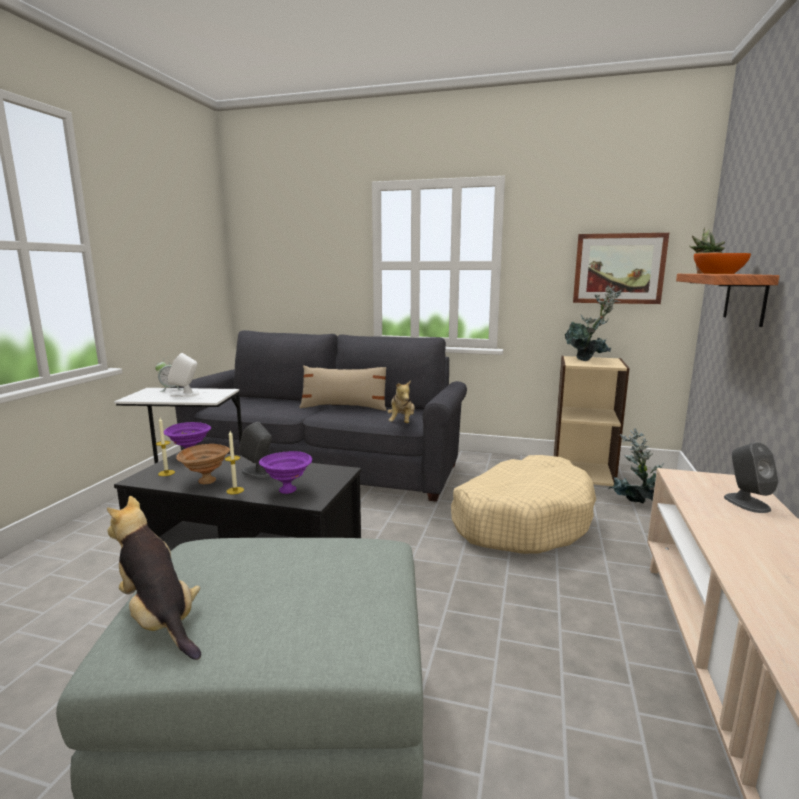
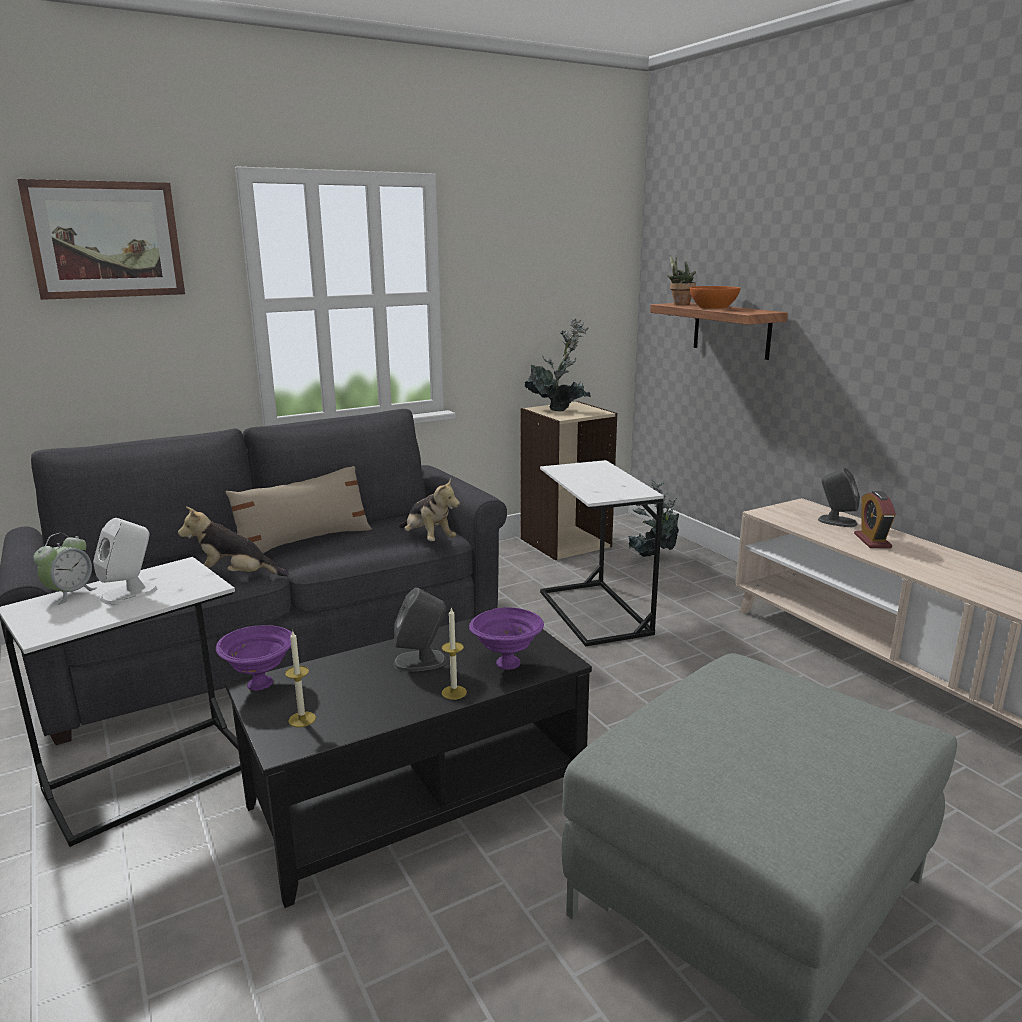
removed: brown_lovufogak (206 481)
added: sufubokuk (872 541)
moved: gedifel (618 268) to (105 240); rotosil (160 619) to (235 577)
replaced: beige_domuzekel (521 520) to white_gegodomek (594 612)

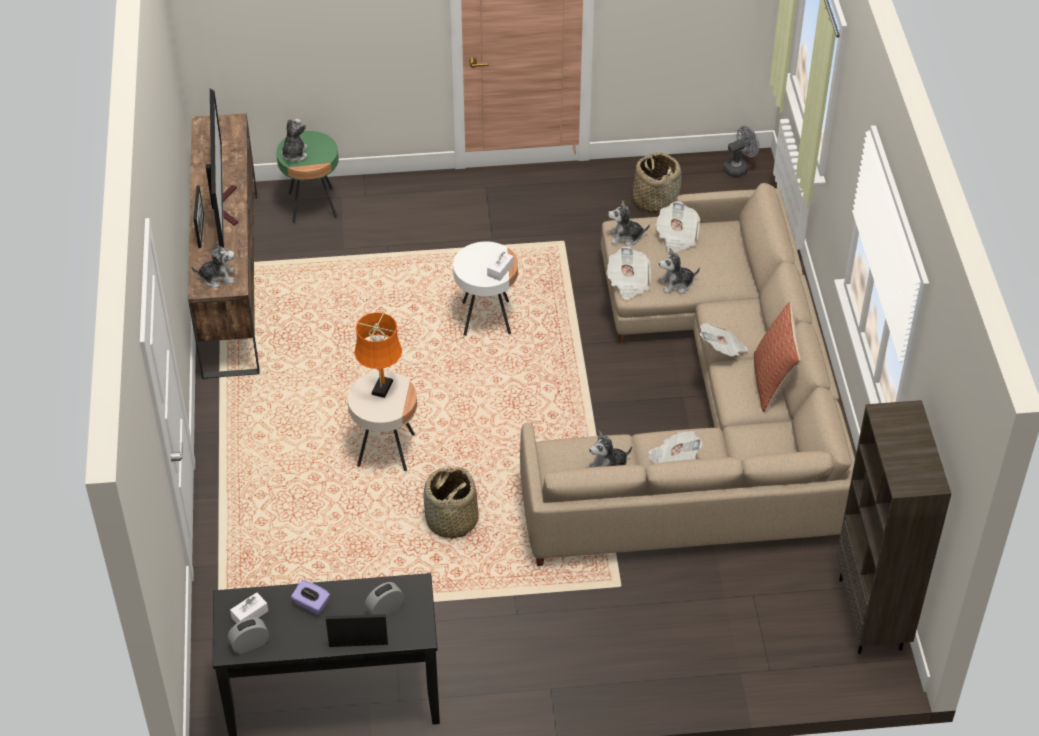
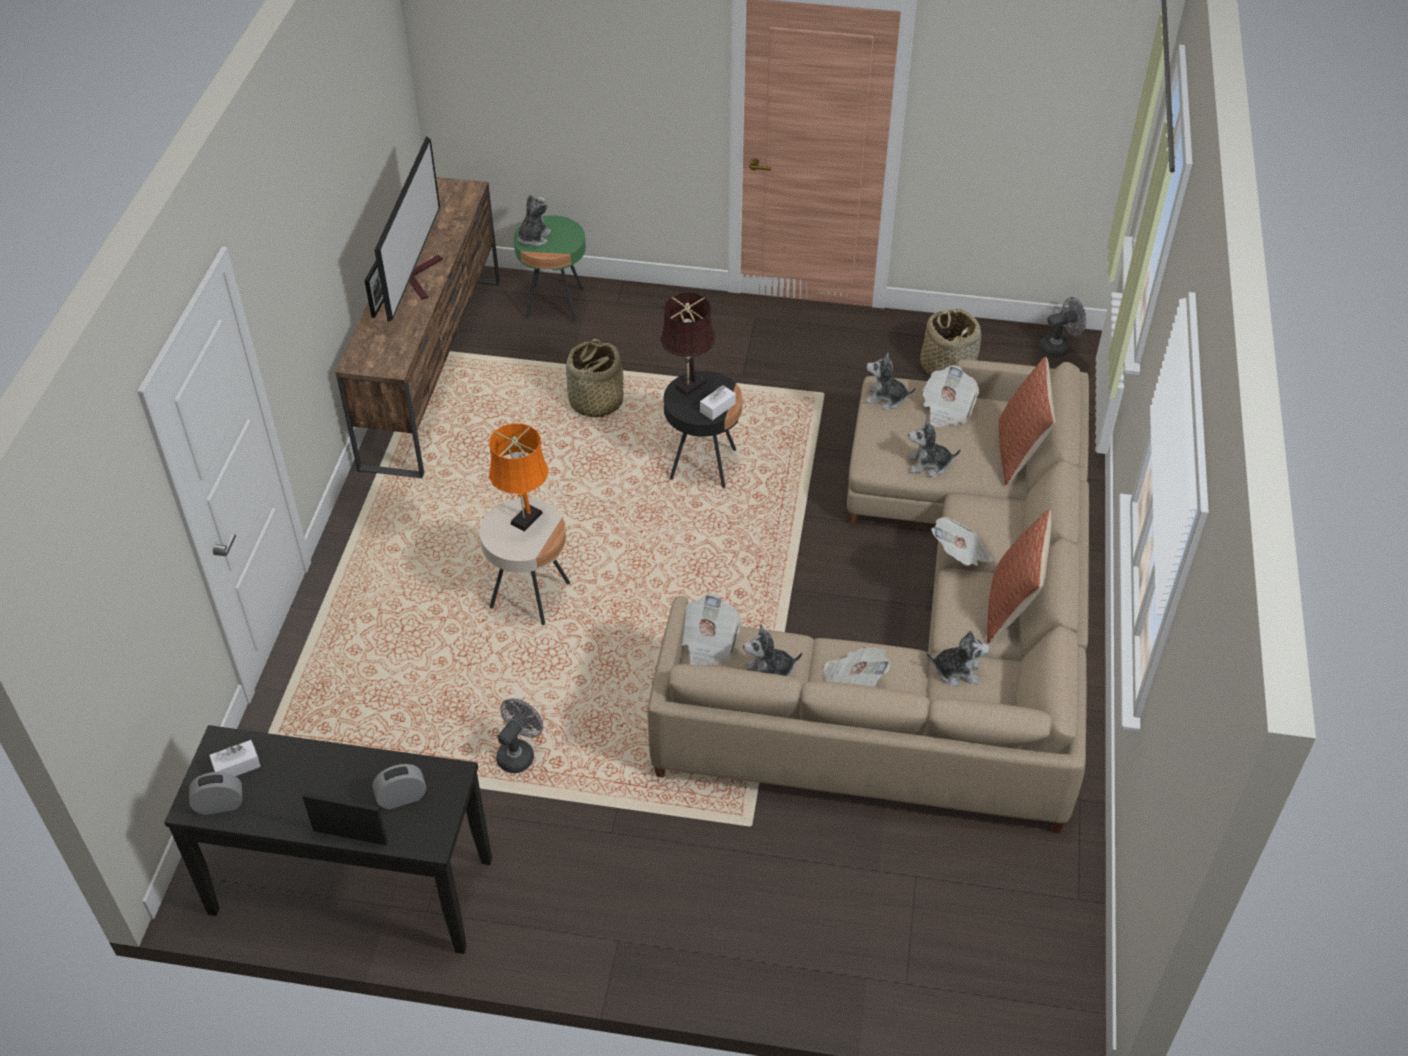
removed: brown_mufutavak (871 614); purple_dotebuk (311 604)
added: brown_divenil (688 387); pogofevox (1019 452); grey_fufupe (519 753)
moved: rotosil (217 277) to (956 671); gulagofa (628 282) to (708 643); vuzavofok (451 521) to (595 402)
recoloured: white_gegodomek (486 318) to black_gegodomek (703 464)

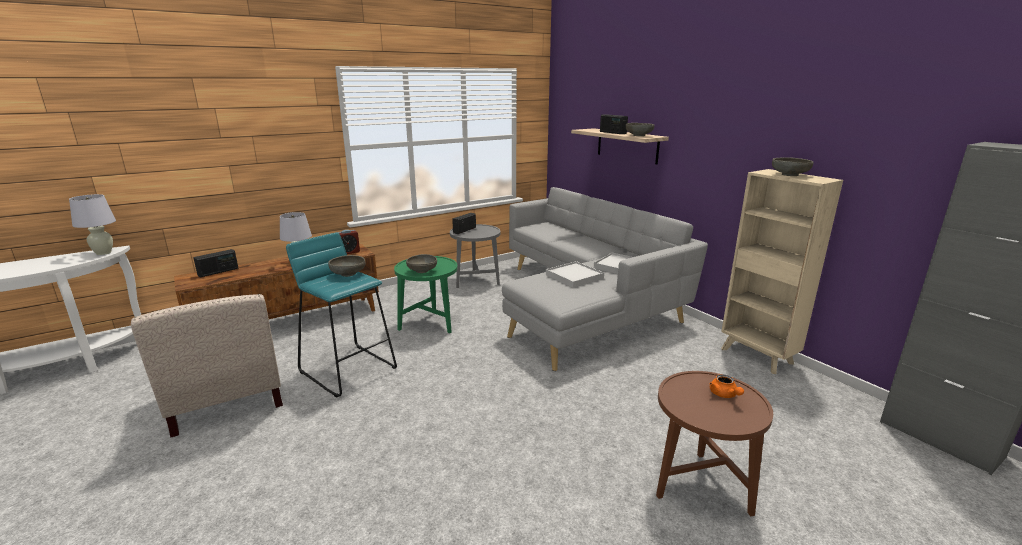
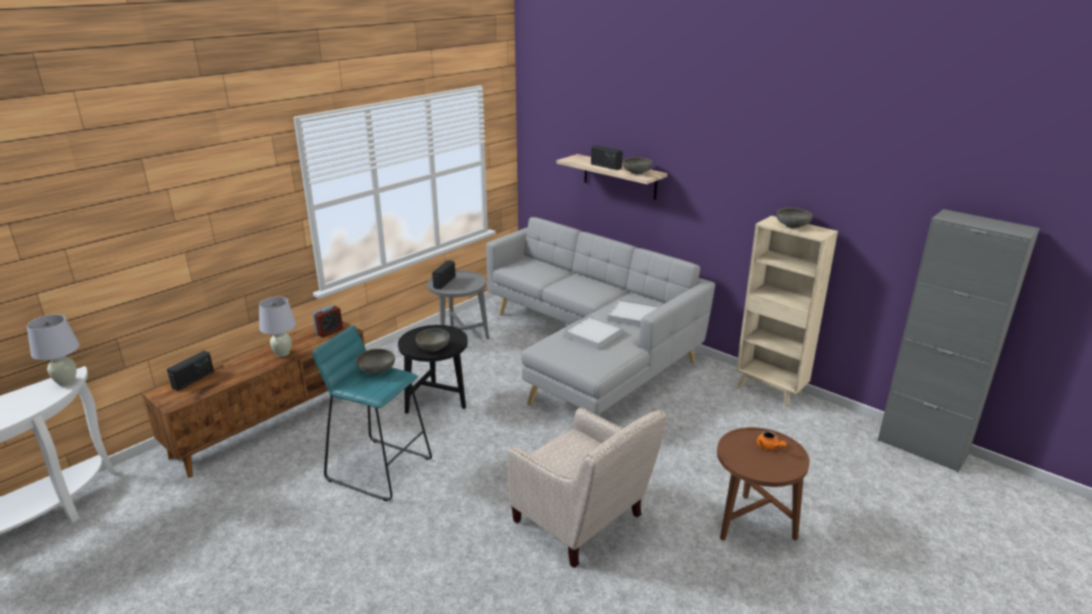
moved: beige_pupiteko (226 404) to (582 524)
recoloured: green_gegodomek (429 325) to black_gegodomek (437 402)

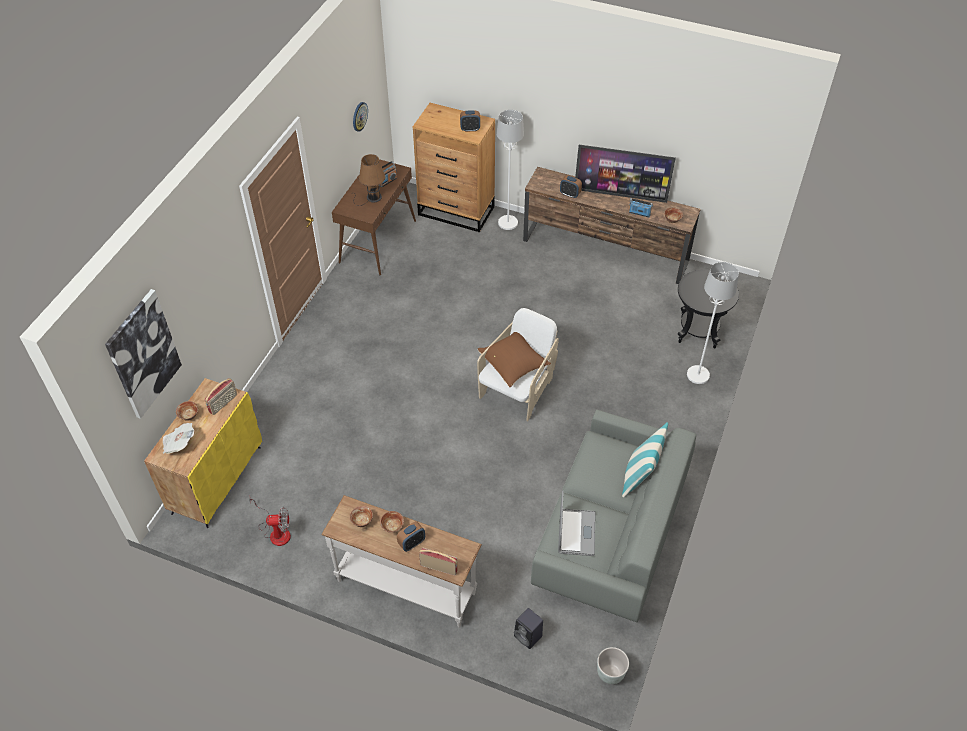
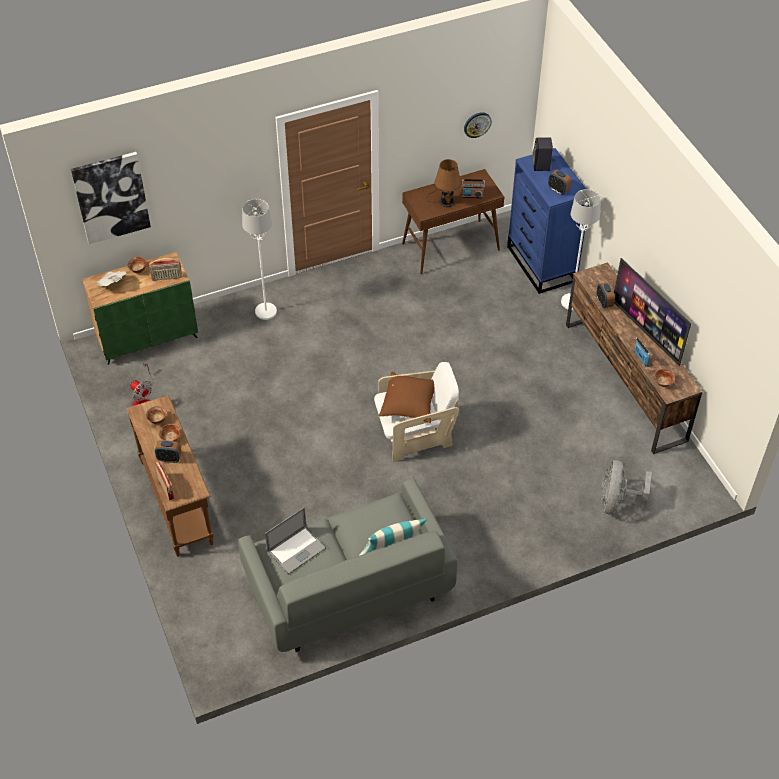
removed: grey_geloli (611 673)
moved: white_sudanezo (698 375) to (266 311); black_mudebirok (529 636) to (541 166)
replaced: black_gegodomek (698 332) to grey_fufupe (617 502)
recoloured: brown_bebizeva (456 211) to blue_bebizeva (541 264); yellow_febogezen (217 479) to green_febogezen (148 337); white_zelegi (406 586) to brown_zelegi (178 502)

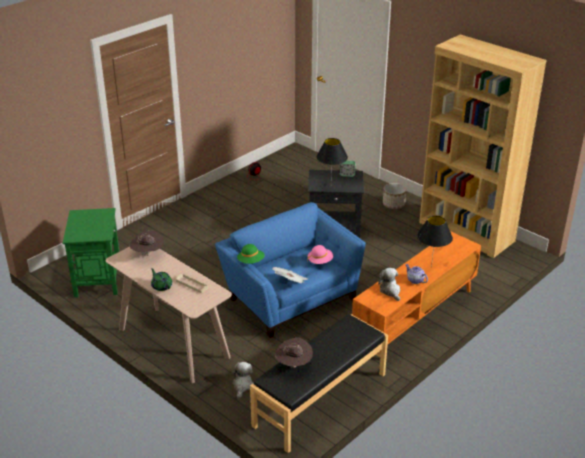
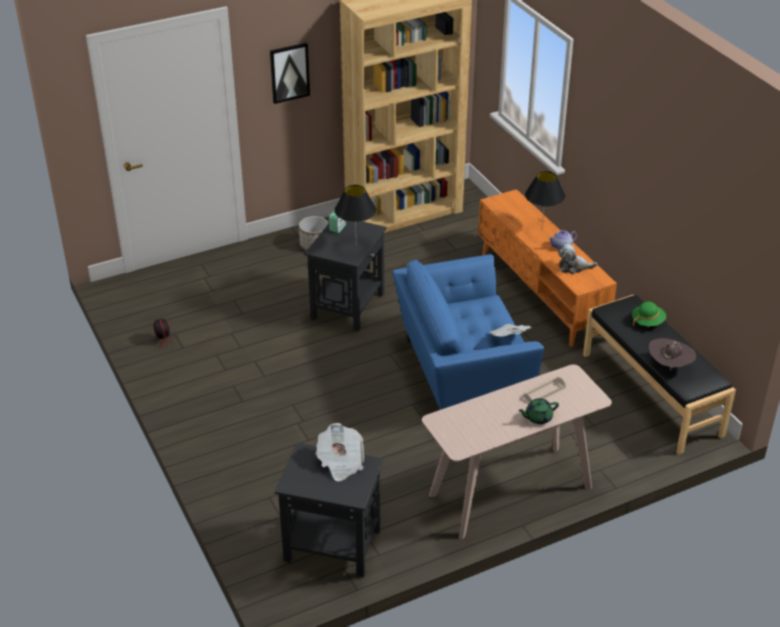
removed: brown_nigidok (148 254); pink_nigidok (320 261); rotosil (242 385)
added: gedifel (289 72); gulagofa (340 462)
moved: green_nigidok (251 261) to (647 322)
recoloured: green_gegodomek (98 279) to black_gegodomek (331 545)

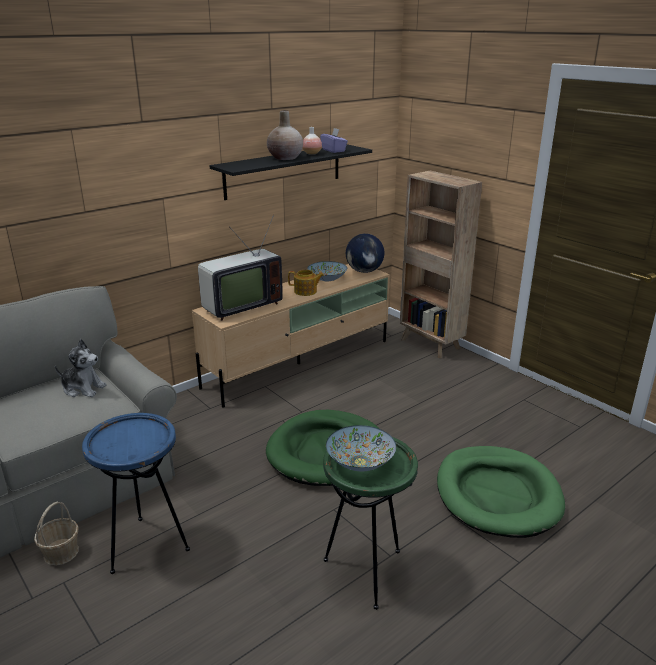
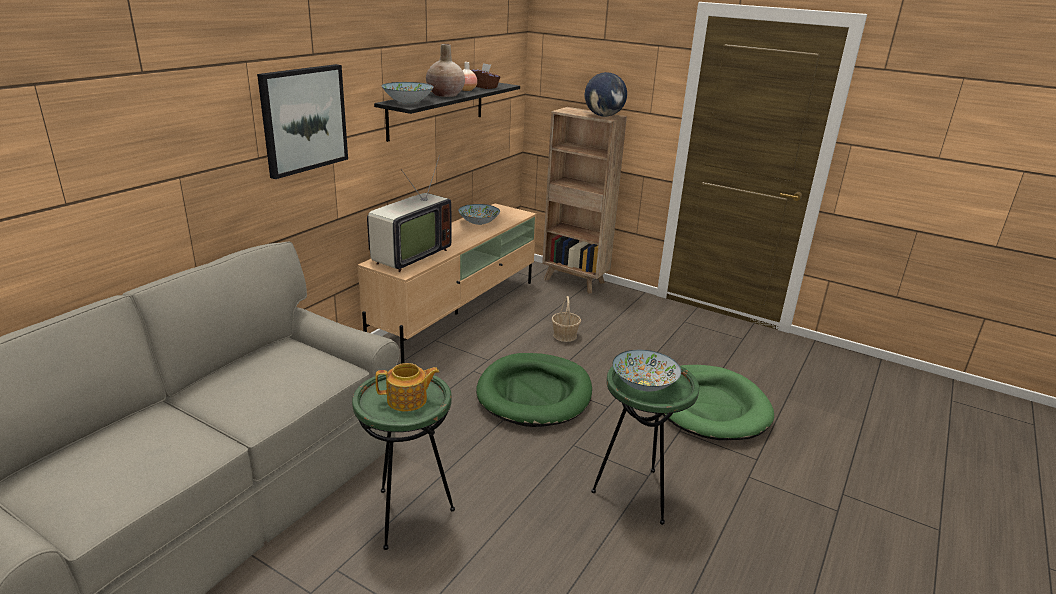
removed: rotosil (83 388)
added: gedifel (303 119); lovufogak (407 102)
moved: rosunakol (364 271) to (604 116); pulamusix (306 291) to (408 400); vuzavofok (61 552) to (565 335)
recoloured: purple_dotebuk (334 150) to brown_dotebuk (484 87); blue_gegodomek (147 546) to green_gegodomek (407 515)

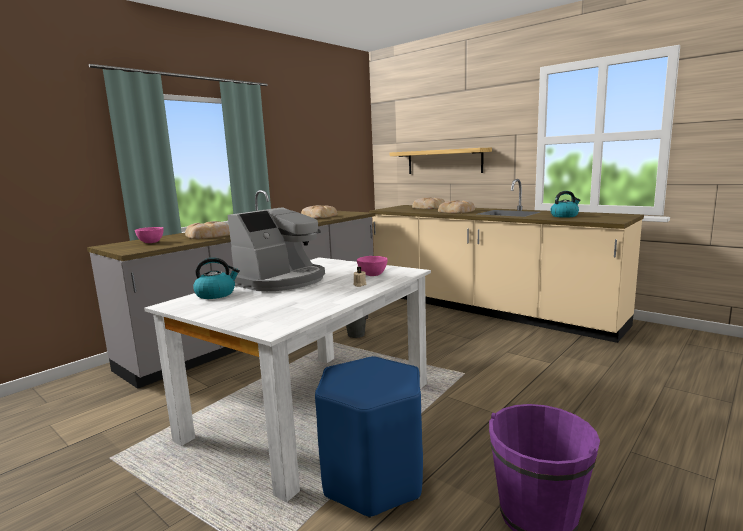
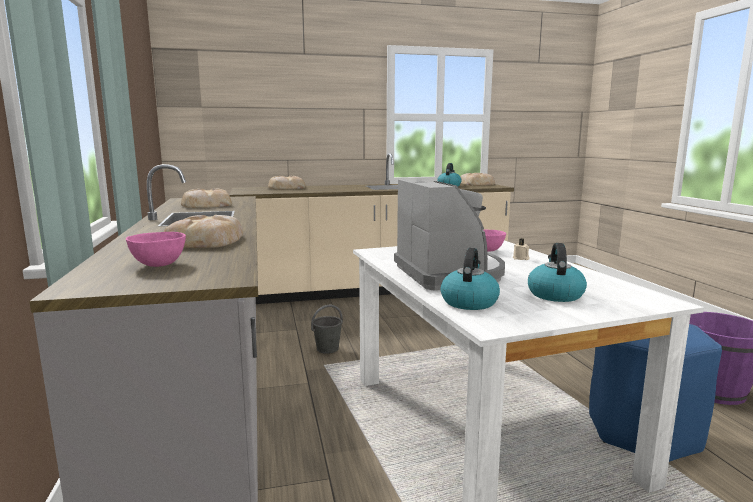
removed: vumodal (444 161)
added: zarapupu (554 294)
moved: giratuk (457 211) to (476 184)

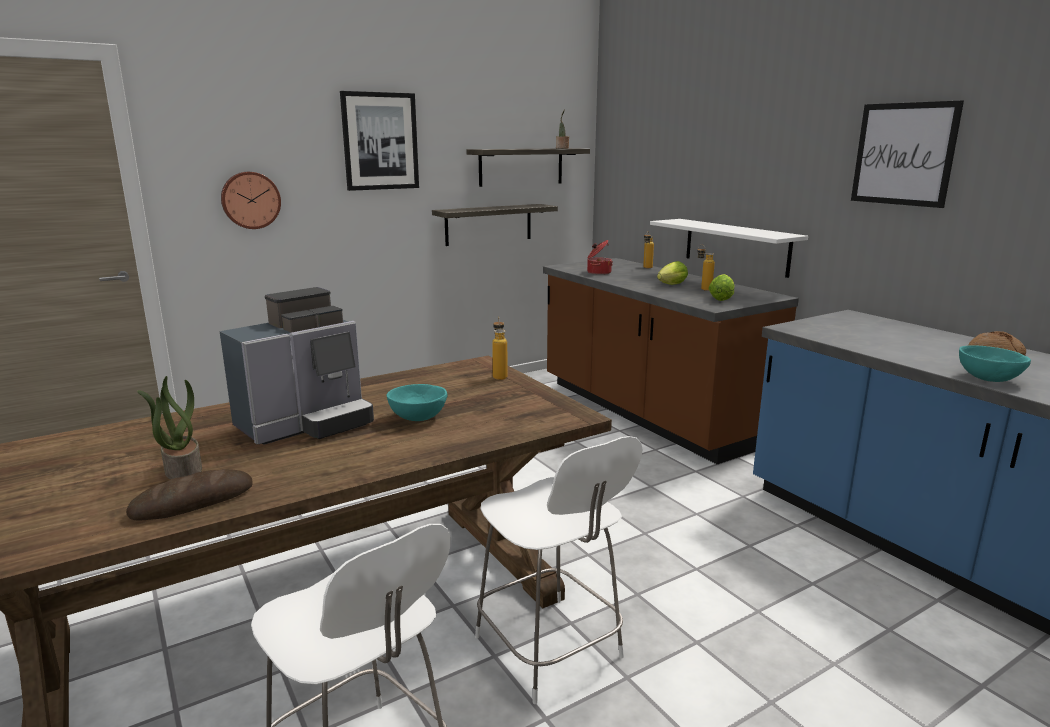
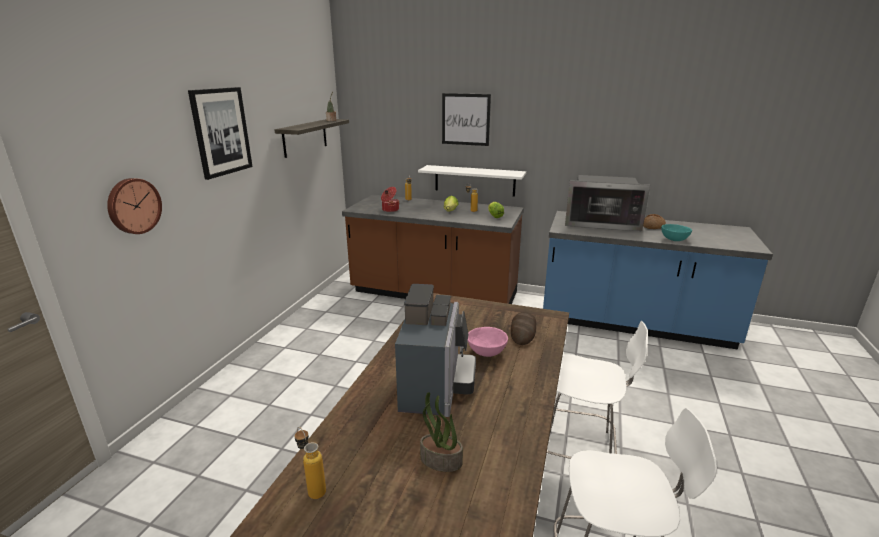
removed: vumodal (488 224)
added: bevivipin (601 223)
moved: gedifel (903 154) to (465 119); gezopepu (499 375) to (313 488); giratuk (193 502) to (523 331)
recoloured: turquoise_lovufogak (417 418) to pink_lovufogak (486 352)

